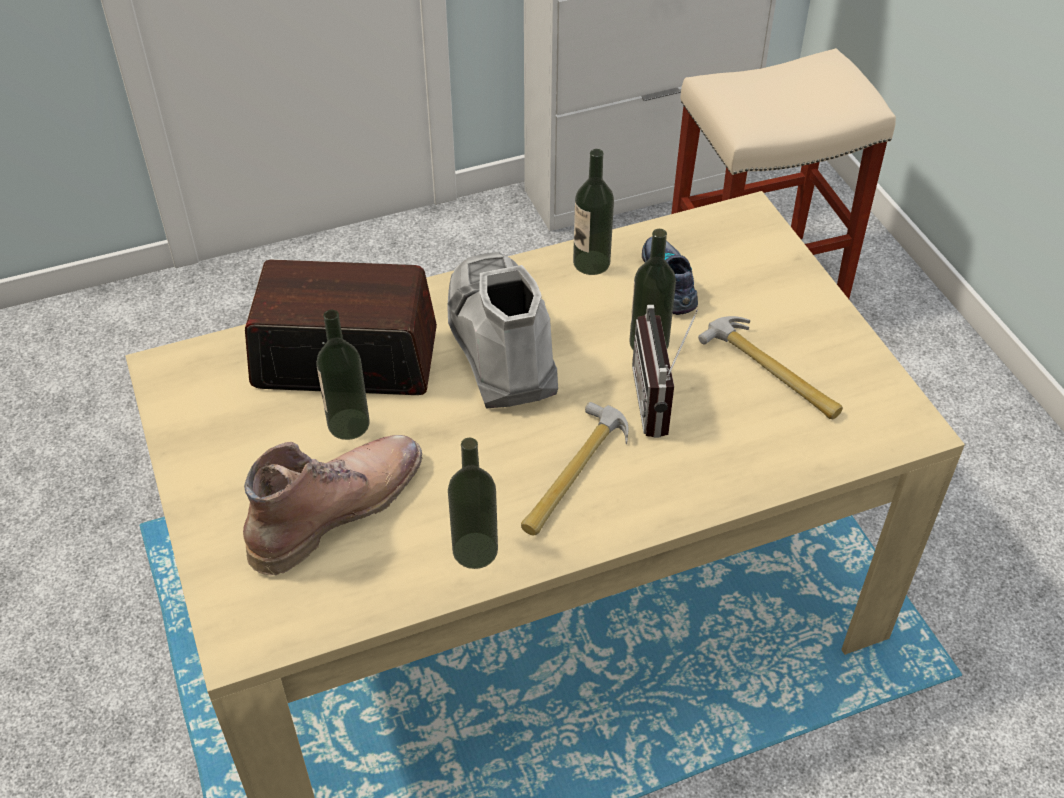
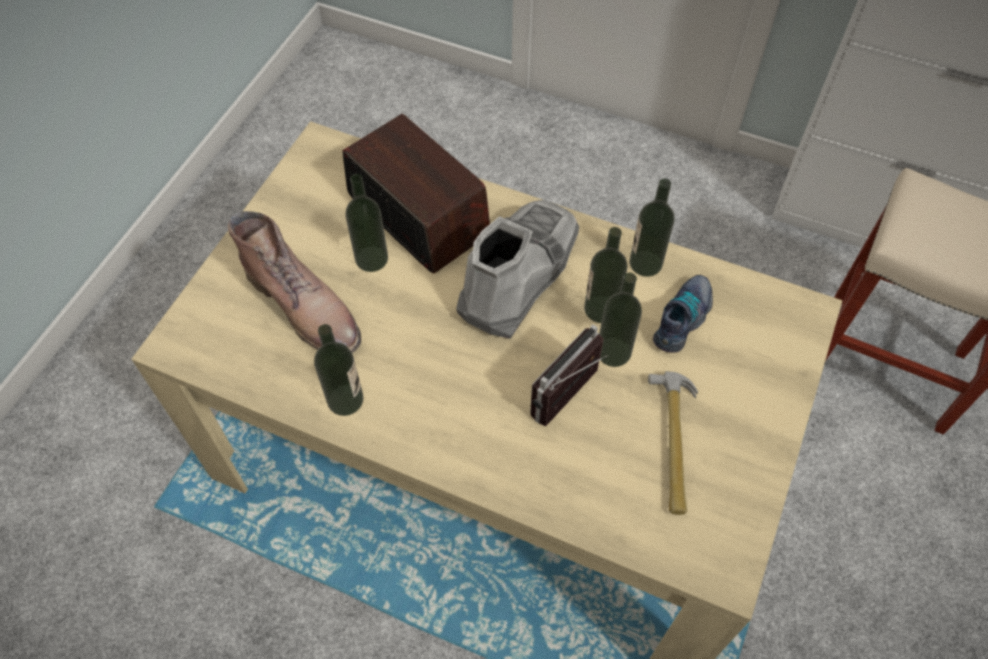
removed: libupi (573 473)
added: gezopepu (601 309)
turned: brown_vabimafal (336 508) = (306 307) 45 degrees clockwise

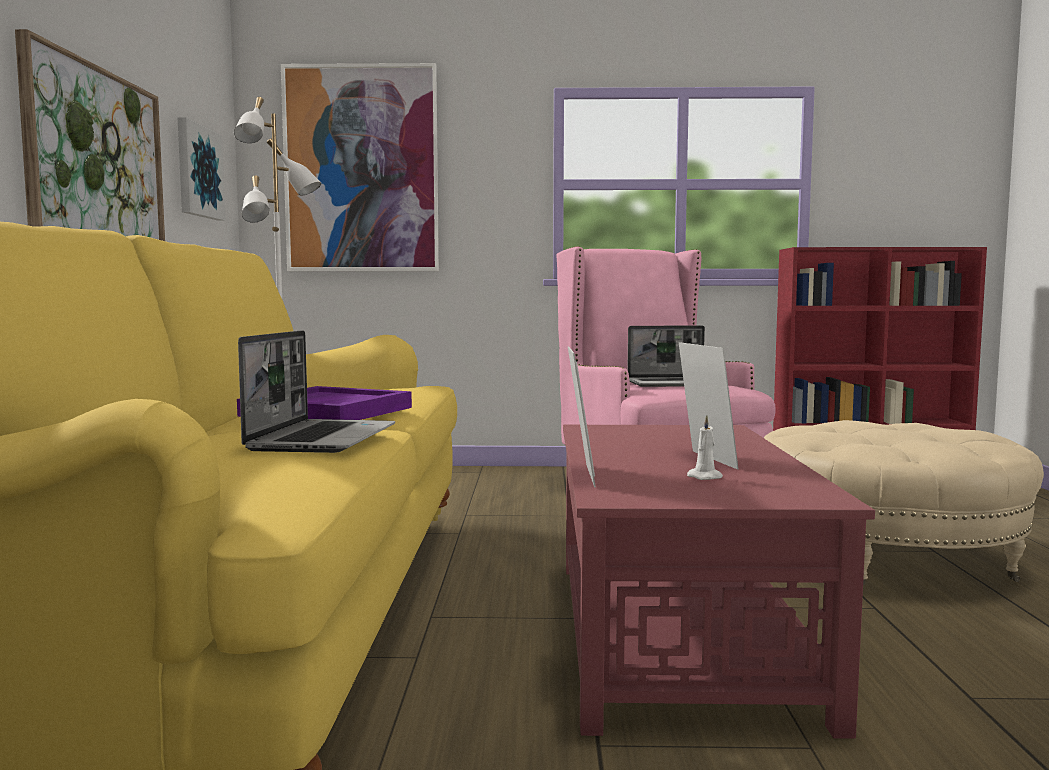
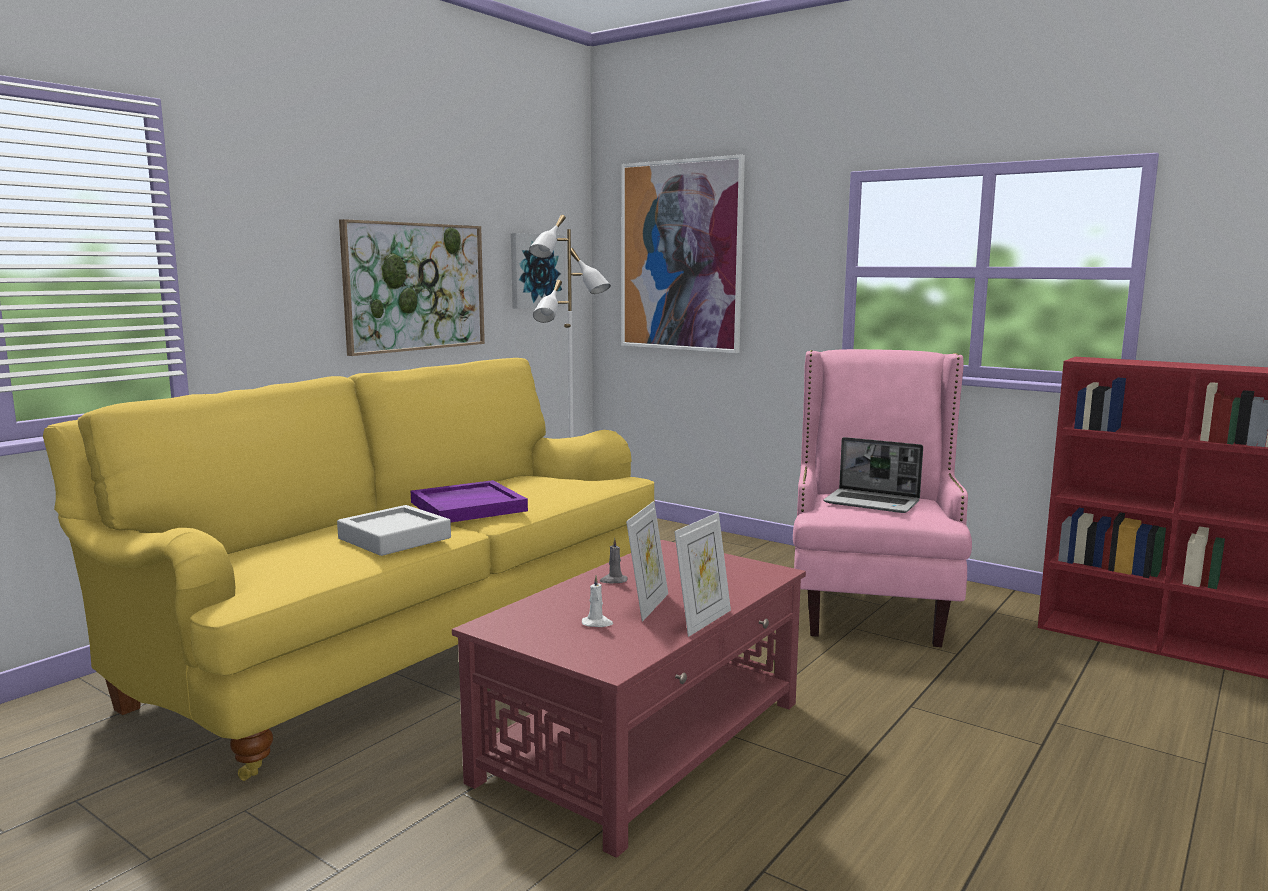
removed: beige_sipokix (887 558)
added: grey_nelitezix (613 580)
moved: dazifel (580 475) to (702 621)
replaced: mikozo (322 438) to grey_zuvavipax (394 538)

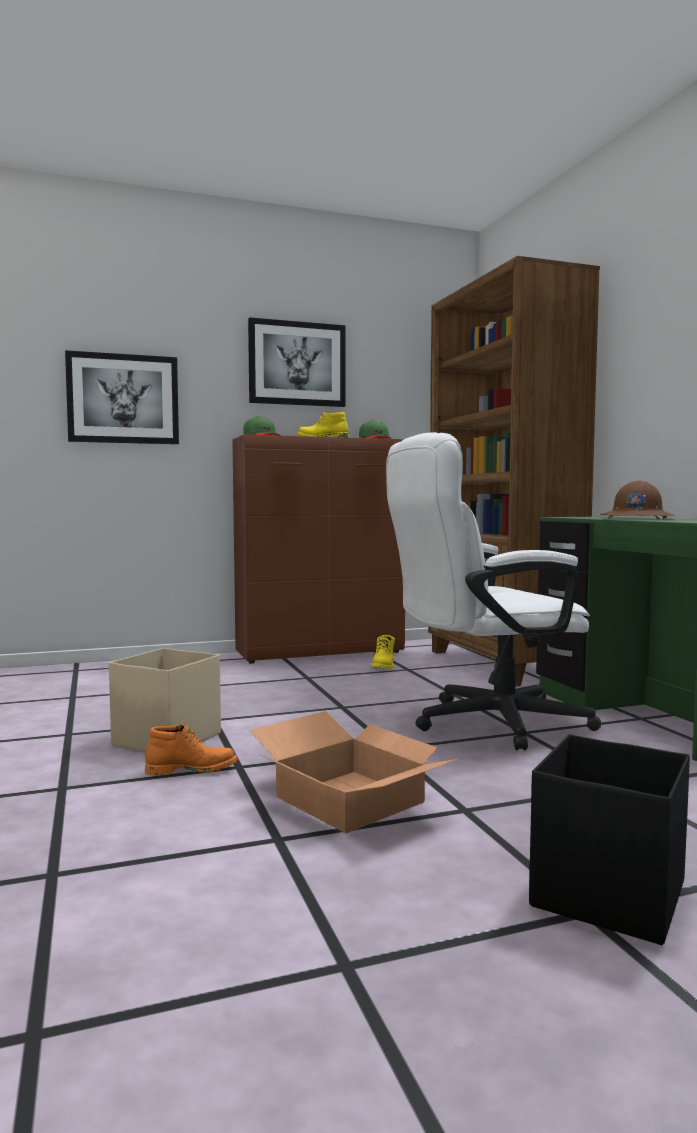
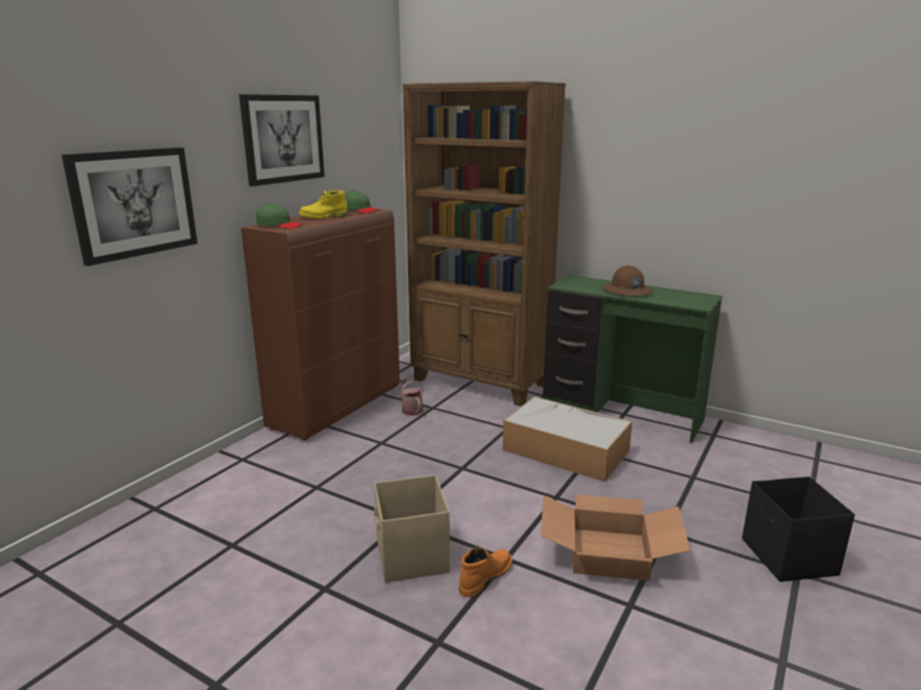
replaced: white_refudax (485 723) to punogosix (564 450); yellow_vabimafal (384 666) to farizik (411 409)

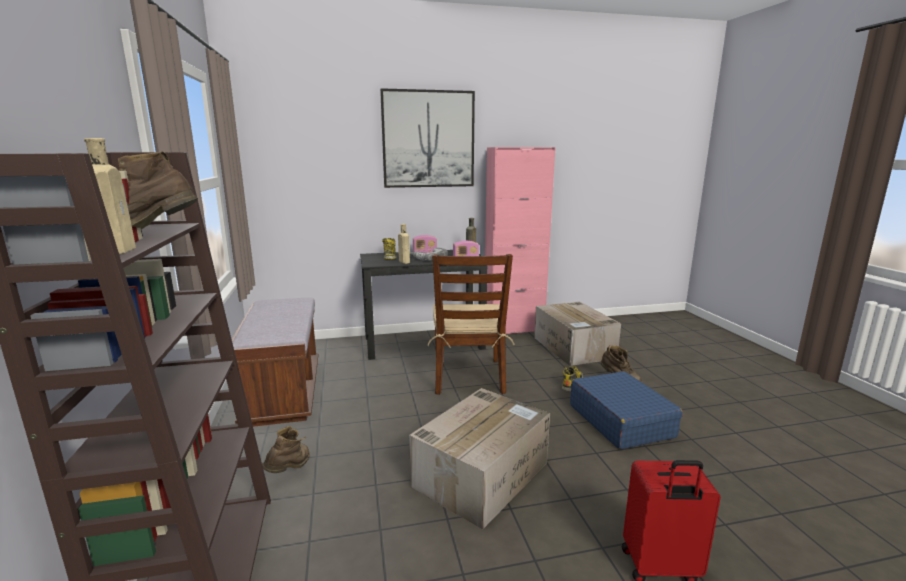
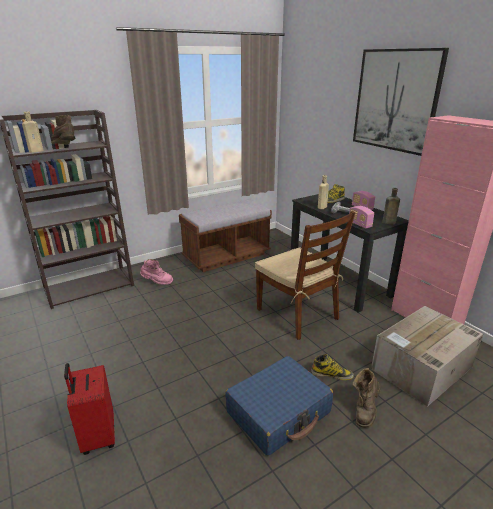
removed: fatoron (482 473)
recoloured: brown_vabimafal (290 470) to pink_vabimafal (157 282)
turned: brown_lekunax (468 376) = (298 314) 105 degrees counterclockwise

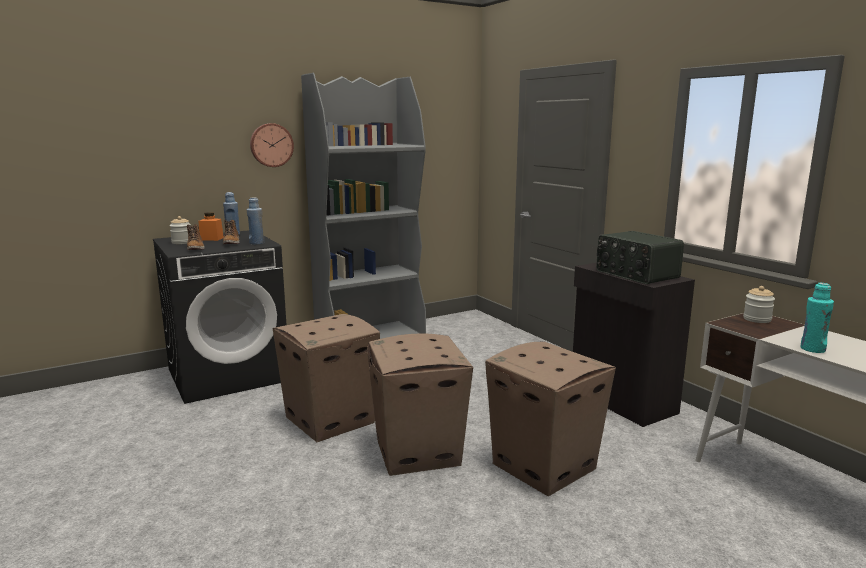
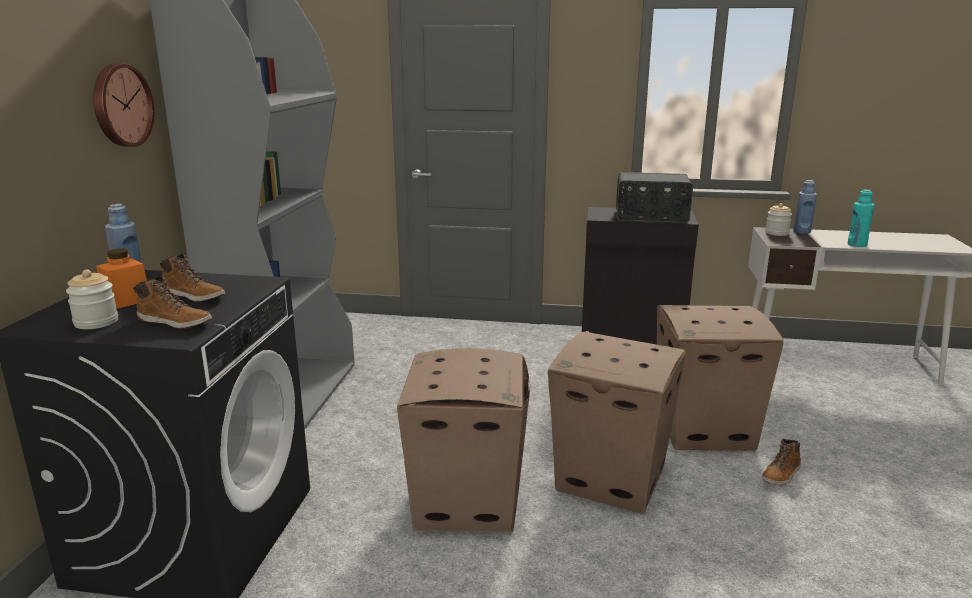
added: vabimafal (781 474)
moved: blue_gezopepu (257 243) to (801 232)

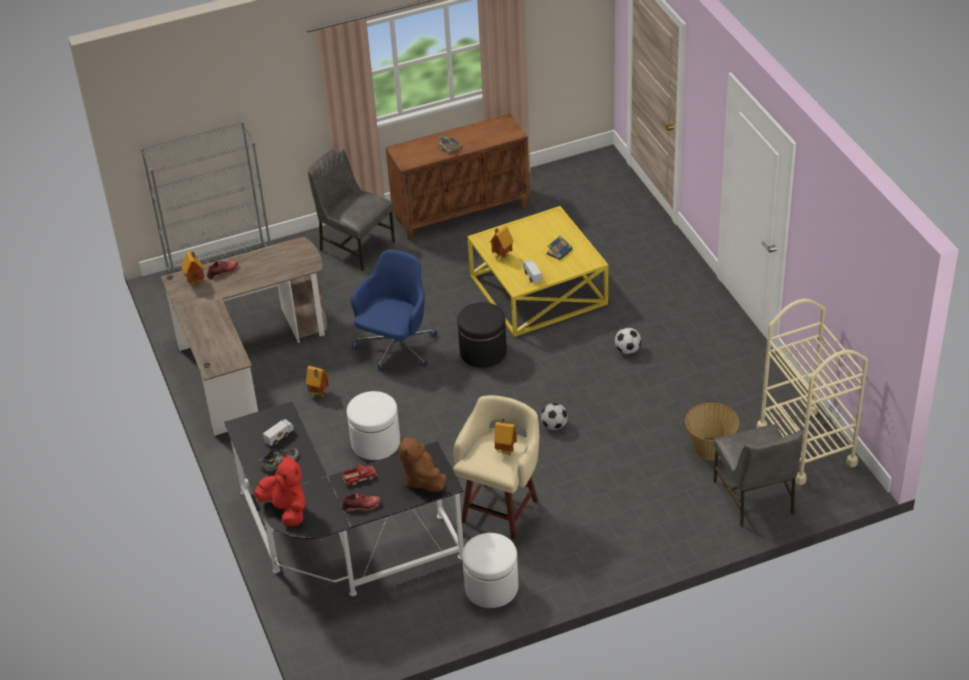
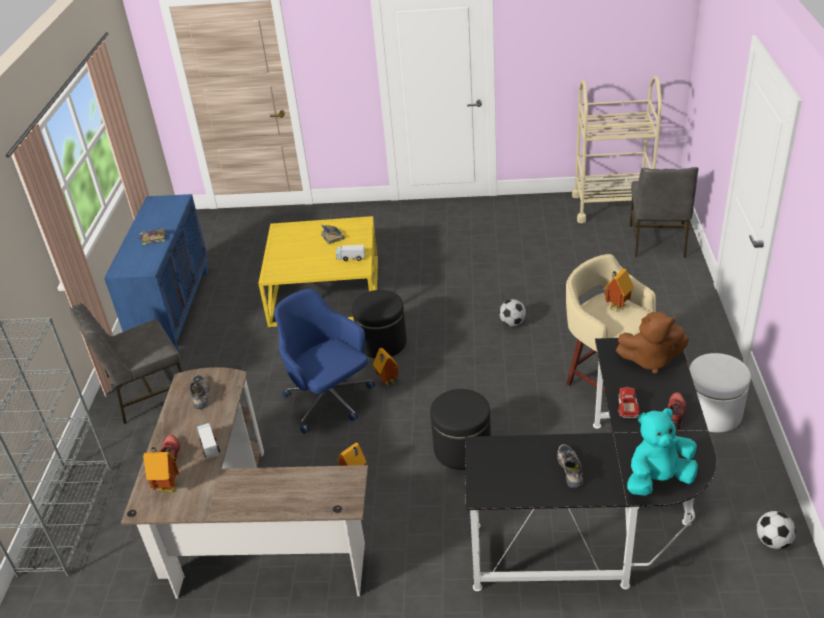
removed: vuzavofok (710 448)
added: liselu (201 394)
moved: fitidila (501 256) to (387 382); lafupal (627 350) to (773 541); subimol (279 436) to (209 446)
recoloured: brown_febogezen (462 212) to blue_febogezen (173 311); white_sipokix (375 443) to black_sipokix (462 449); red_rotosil (286 509) to turquoise_rotosil (658 480)
turned: grey_lekunax (755 498) = (658 242) 90 degrees clockwise

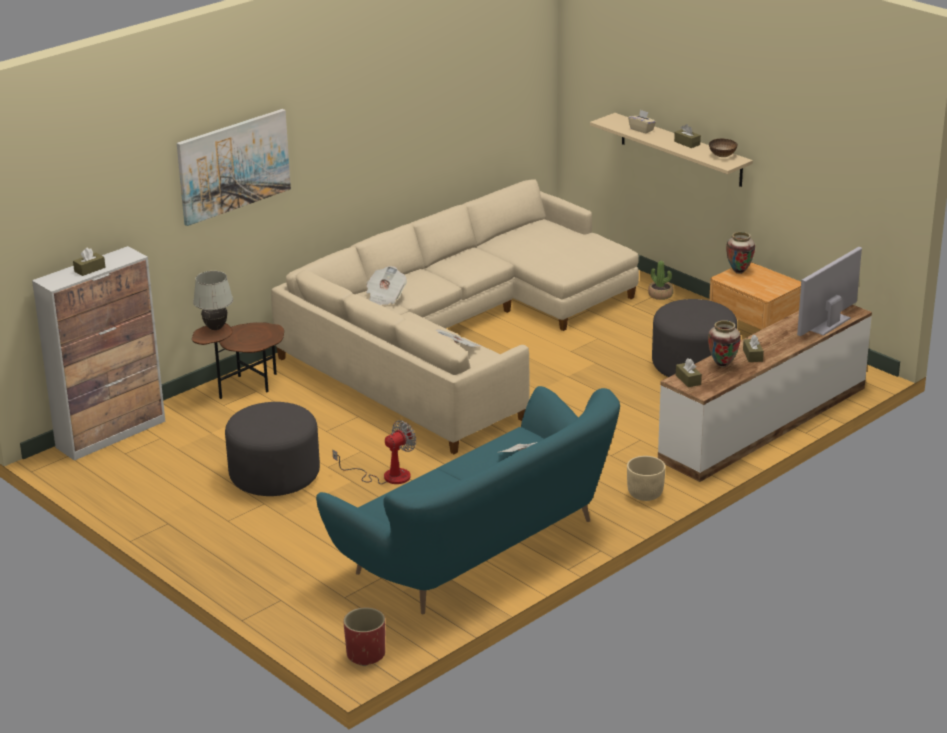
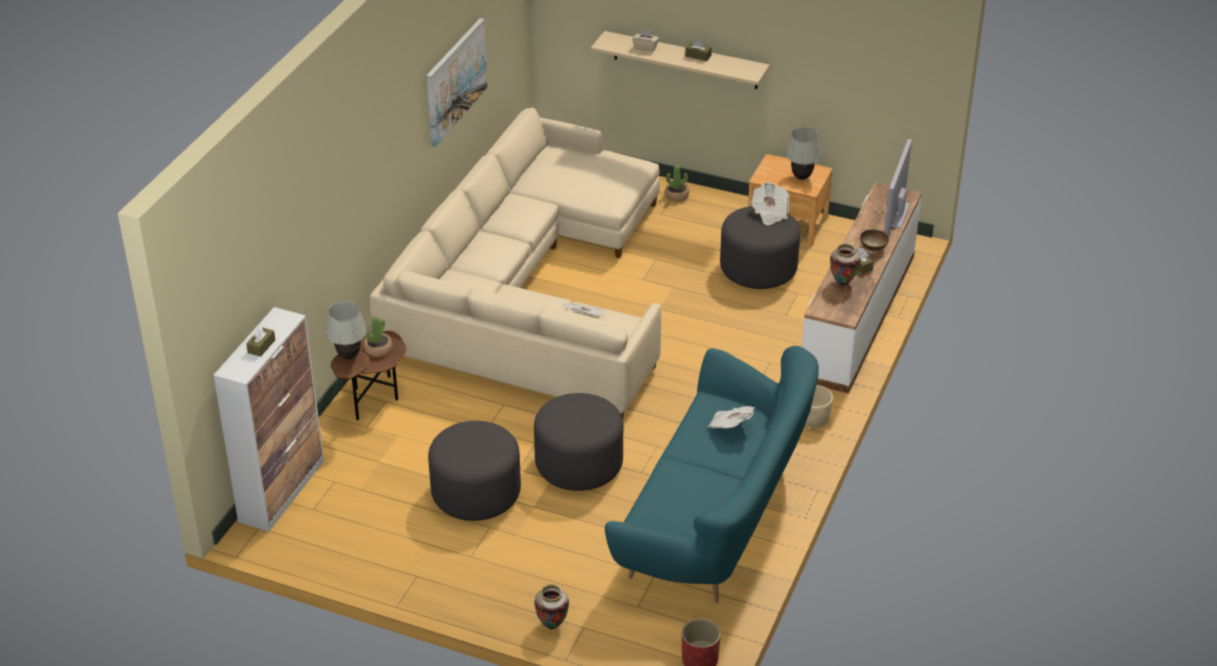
removed: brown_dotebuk (688 380)
added: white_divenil (801 177); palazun (378 349)
moved: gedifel (233 166) to (455 81); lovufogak (722 156) to (873 248); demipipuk (739 271) to (552 625); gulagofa (385 297) to (770 213)
replaced: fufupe (386 476) to grey_sipokix (578 464)

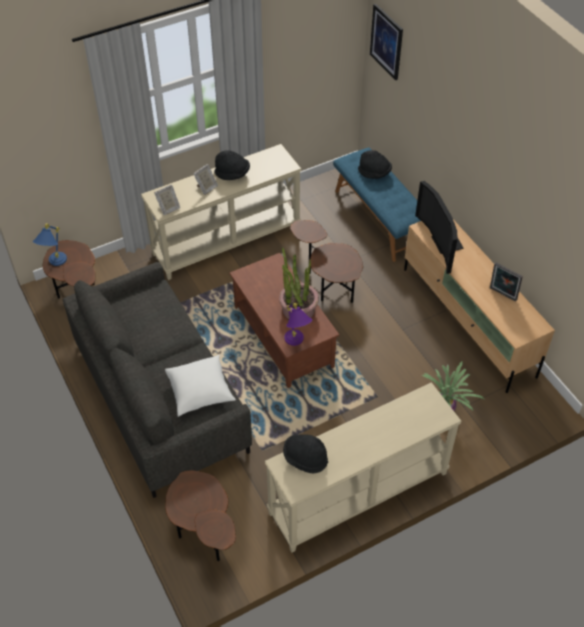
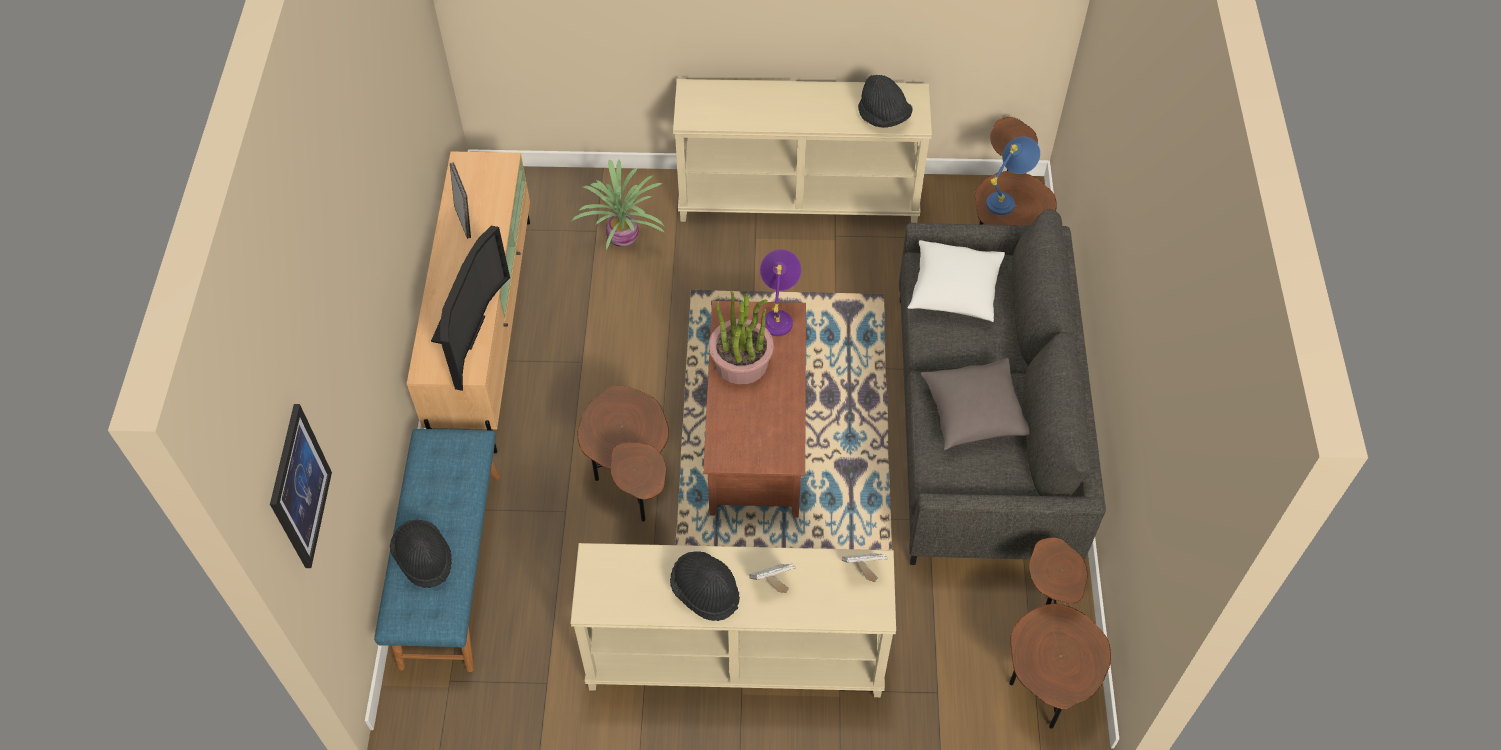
added: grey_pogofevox (973 414)
moved: blue_divenil (54 264) to (1007 198)

